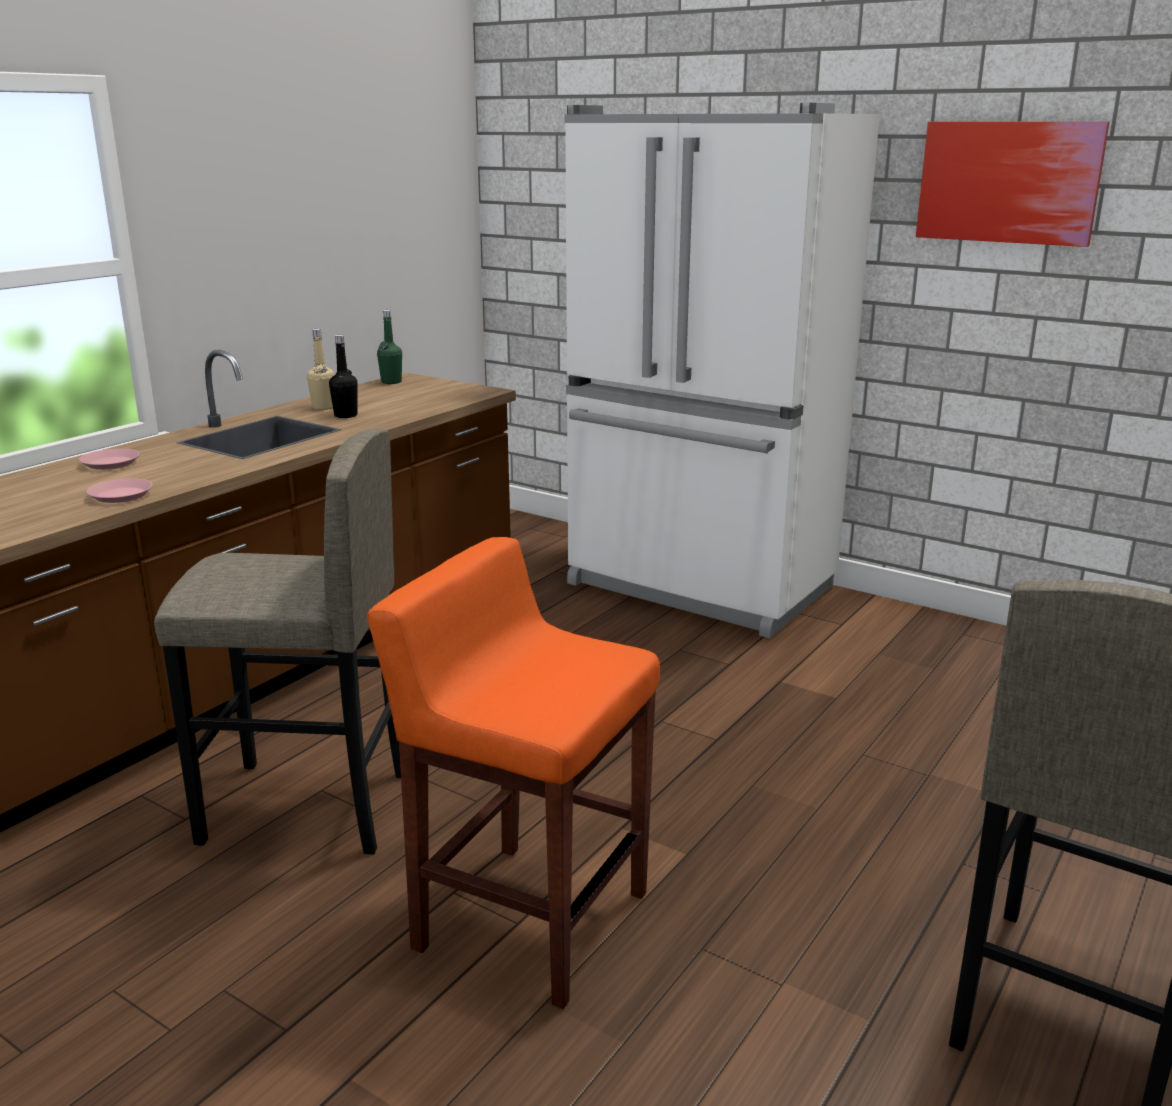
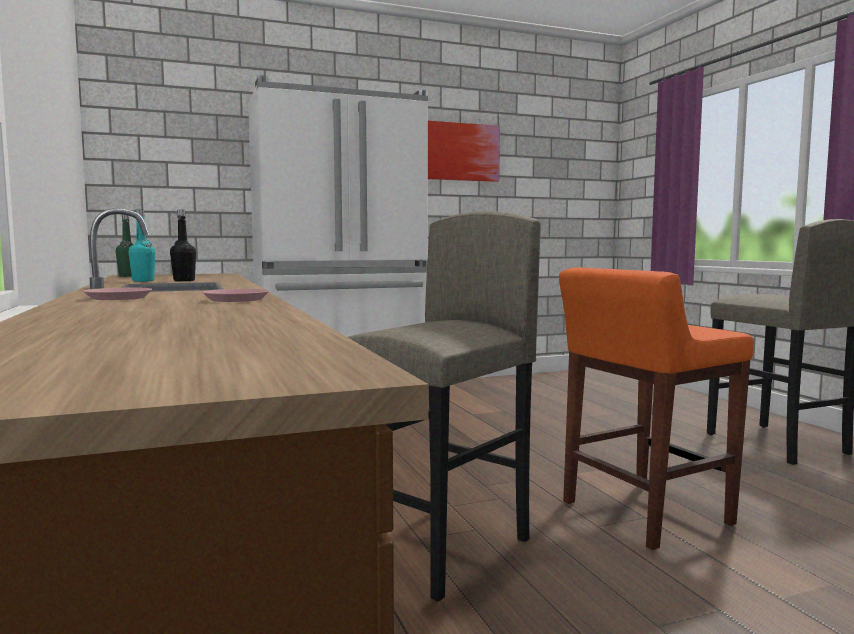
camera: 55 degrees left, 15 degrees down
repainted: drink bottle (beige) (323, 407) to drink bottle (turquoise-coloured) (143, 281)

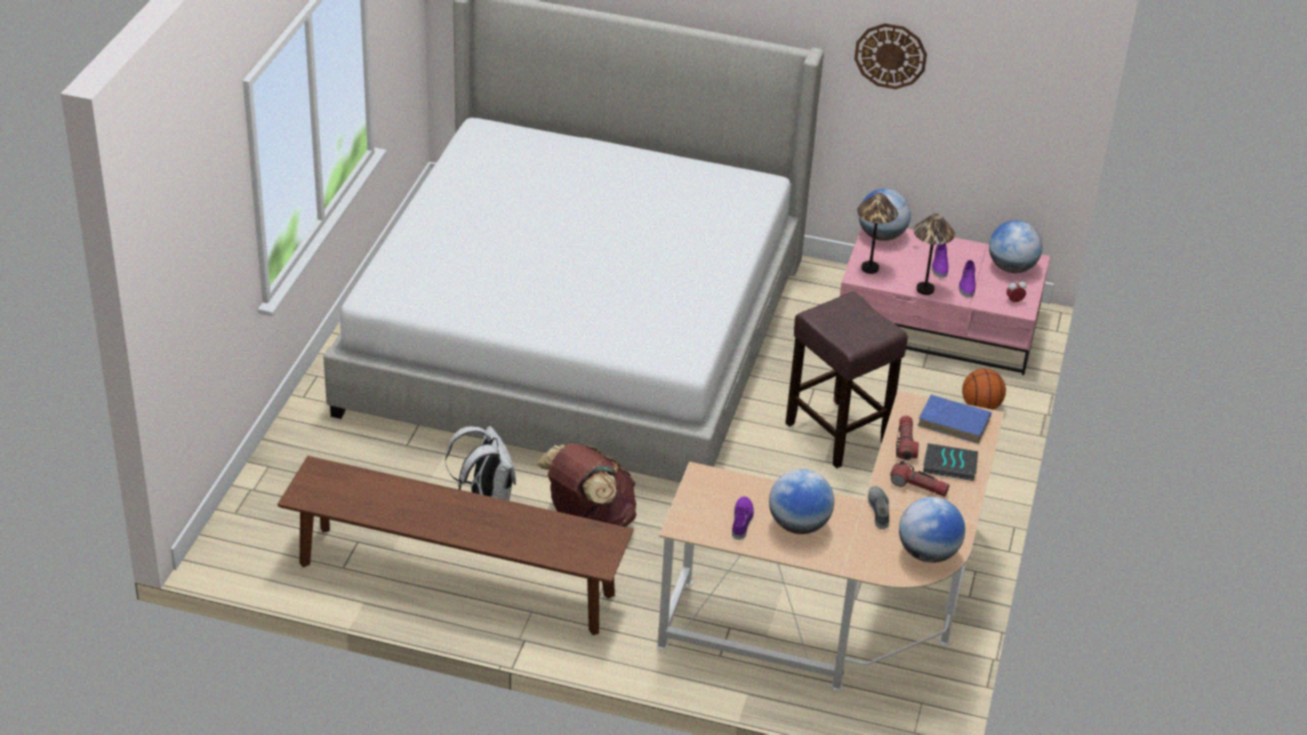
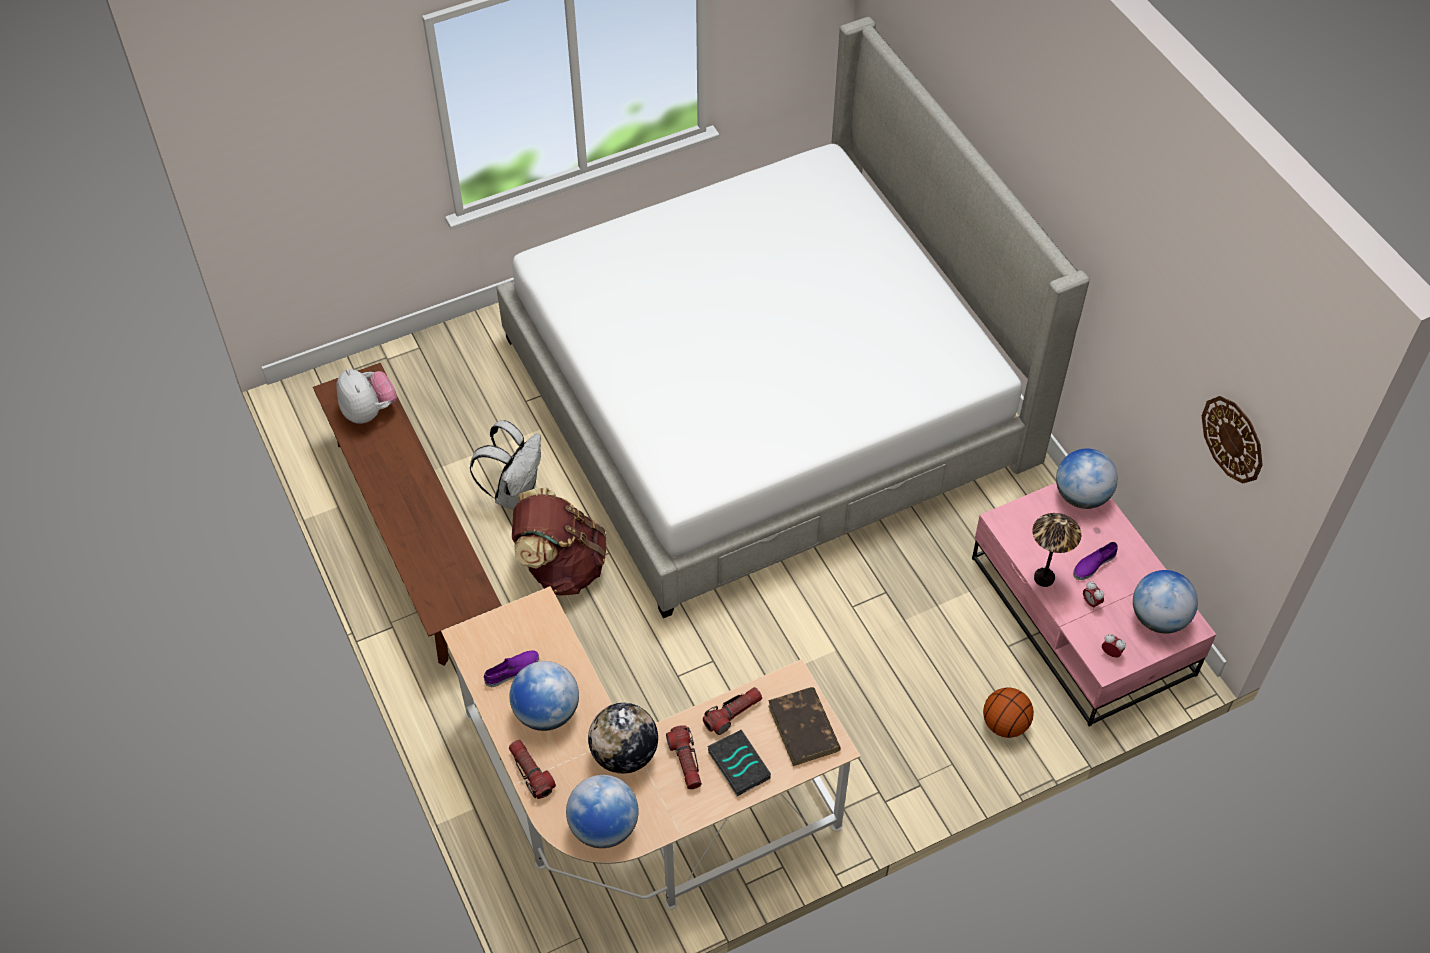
camera: 50 degrees right, 15 degrees up
gone: sitting stool (brown) (838, 434); table lamp (869, 268)
new: plush toy (369, 411); torch (531, 773)
shifted: wall clock (890, 55) to (1233, 439)
swapped: low shoe (grey) (879, 510) to globe (624, 754); low shoe (purple-coloured) (967, 284) to bedside clock (1091, 602)
repainted: book (blue-coloured) (954, 422) to book (brown) (804, 729)

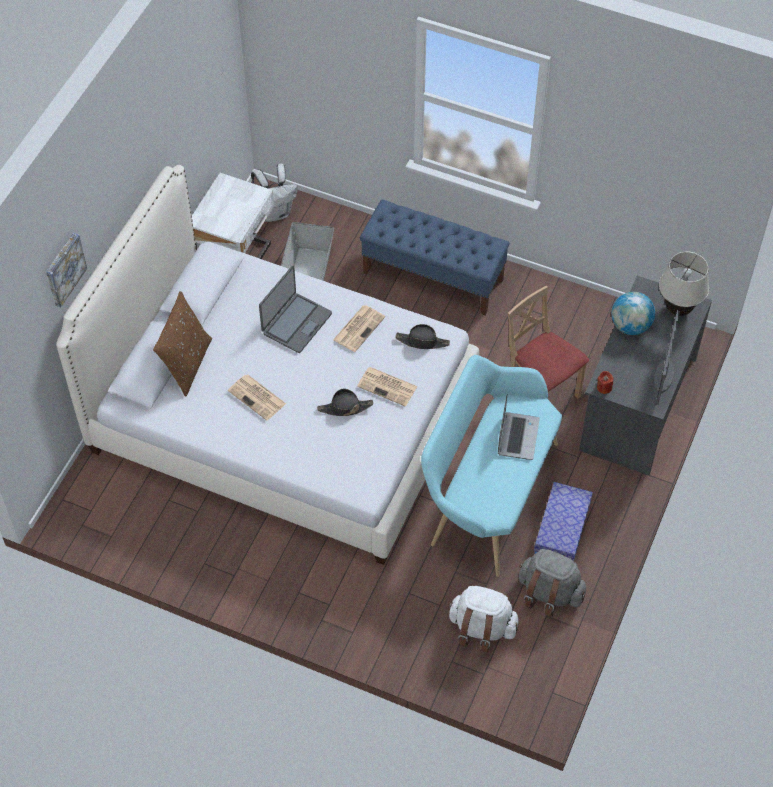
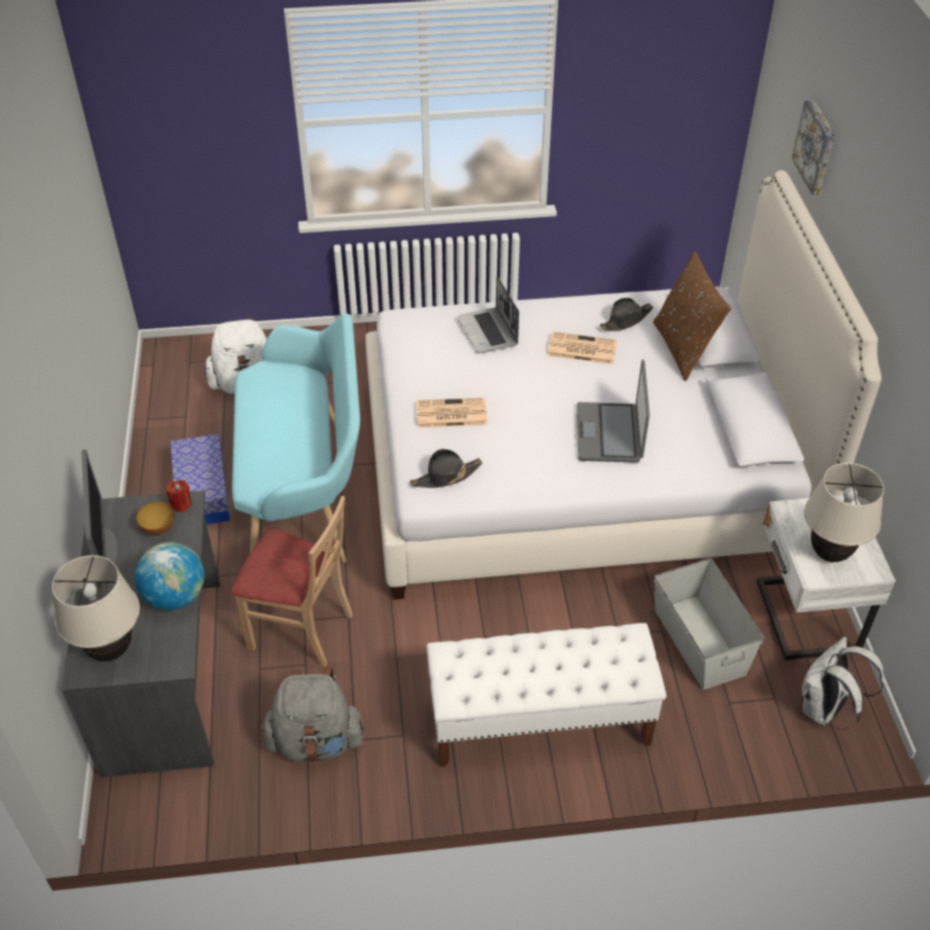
camera: 150 degrees right, 10 degrees down
gone: daily paper (359, 328)
new: bowl (159, 529); table lamp (beige) (829, 553)
shifted: wearable hat (black-coloured) (345, 408) to (626, 320); notebook computer (517, 436) to (488, 332); knapsack (grey) (549, 593) to (316, 741)
repainted: bench (blue-coloured) (433, 276) to bench (white) (539, 722)

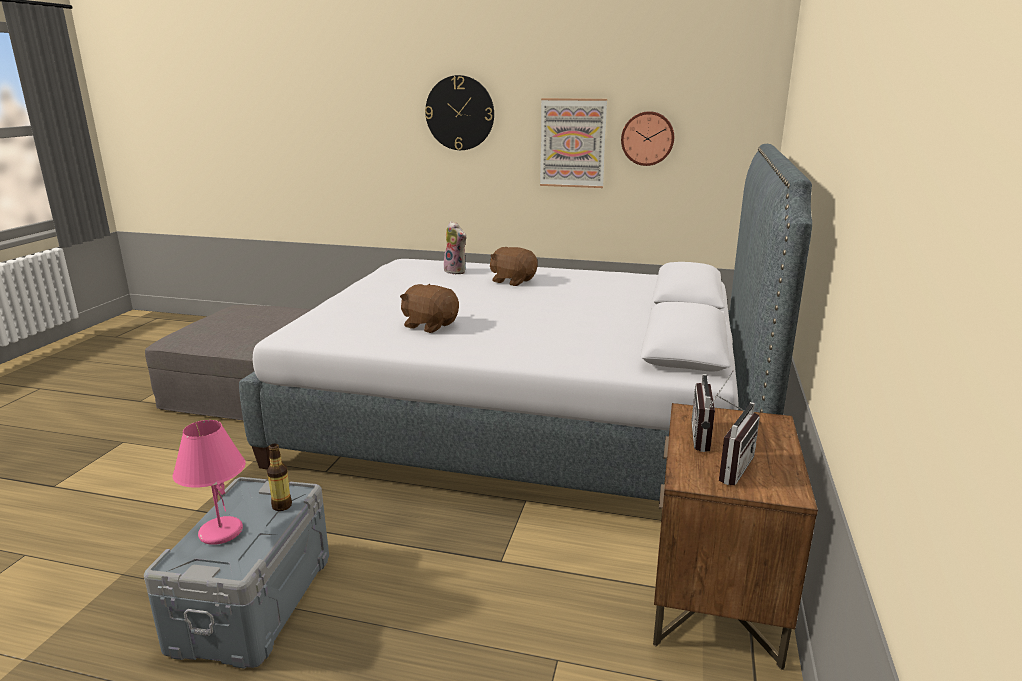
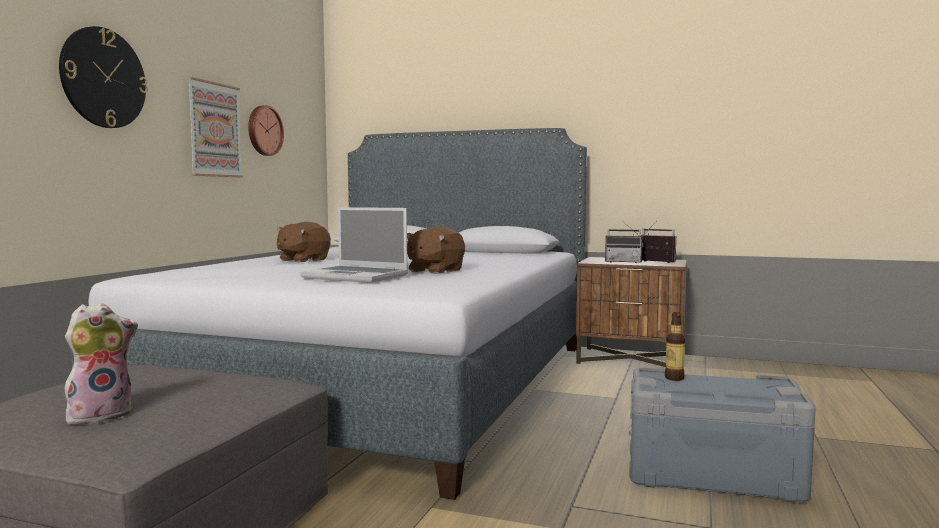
camera: 85 degrees left, 15 degrees down
gone: table lamp (pink-coloured) (220, 532)
new: notebook computer (357, 277)
shifted: plush toy (456, 271) to (101, 415)

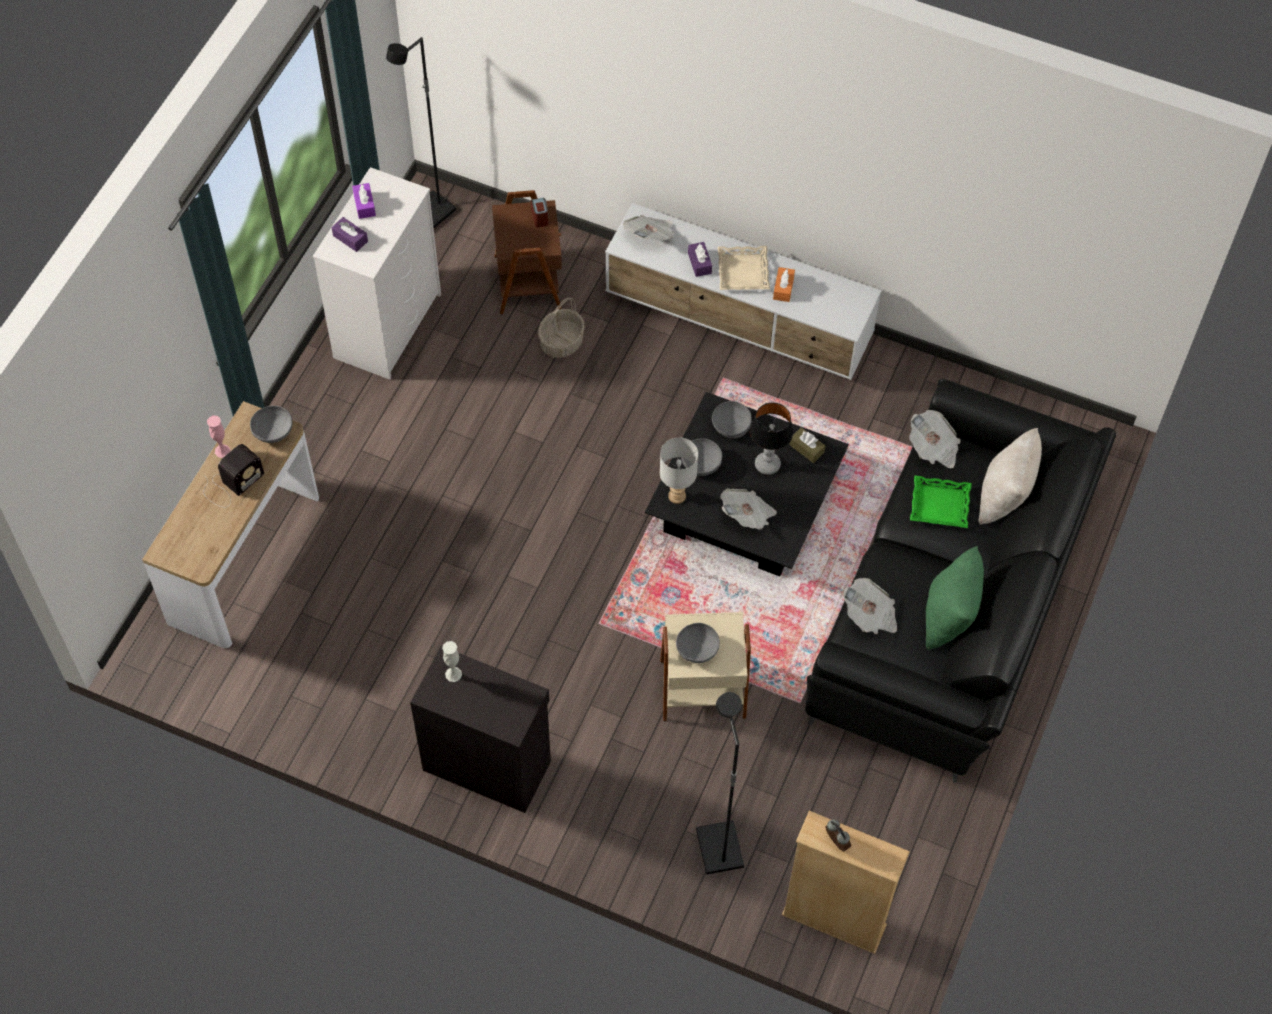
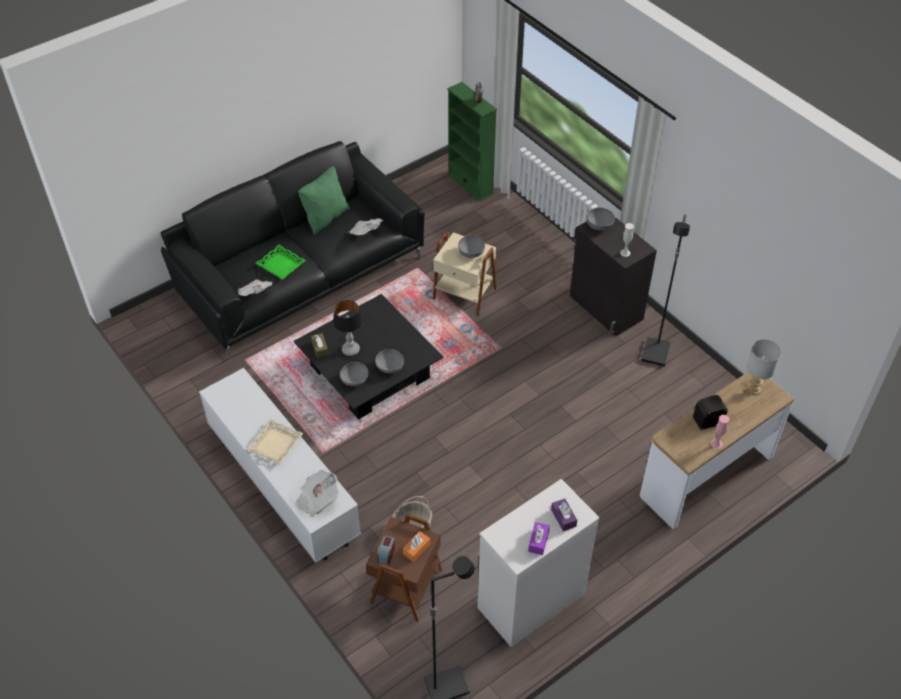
camera: 150 degrees left, 10 degrees down
gone: box of tissues (purple-coloured) (699, 263); daily paper (747, 516); throw pillow (beige) (1004, 496)
shifted: bowl (grey) (273, 432) to (599, 225); table lamp (grey) (677, 497) to (754, 389); floor lamp (black-coloured) (718, 848) to (656, 353); box of tissues (orange-coloured) (783, 288) to (416, 549)
repainted: bookshelf (beige) (833, 920) to bookshelf (greenish) (470, 184)

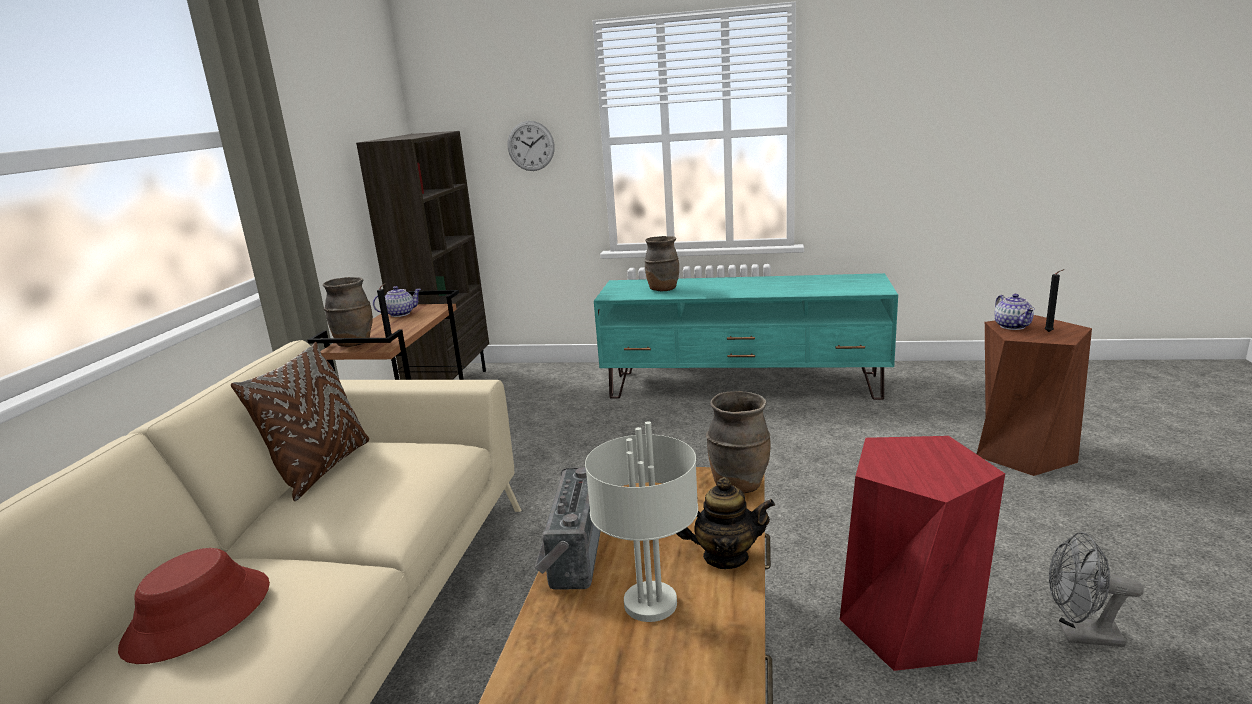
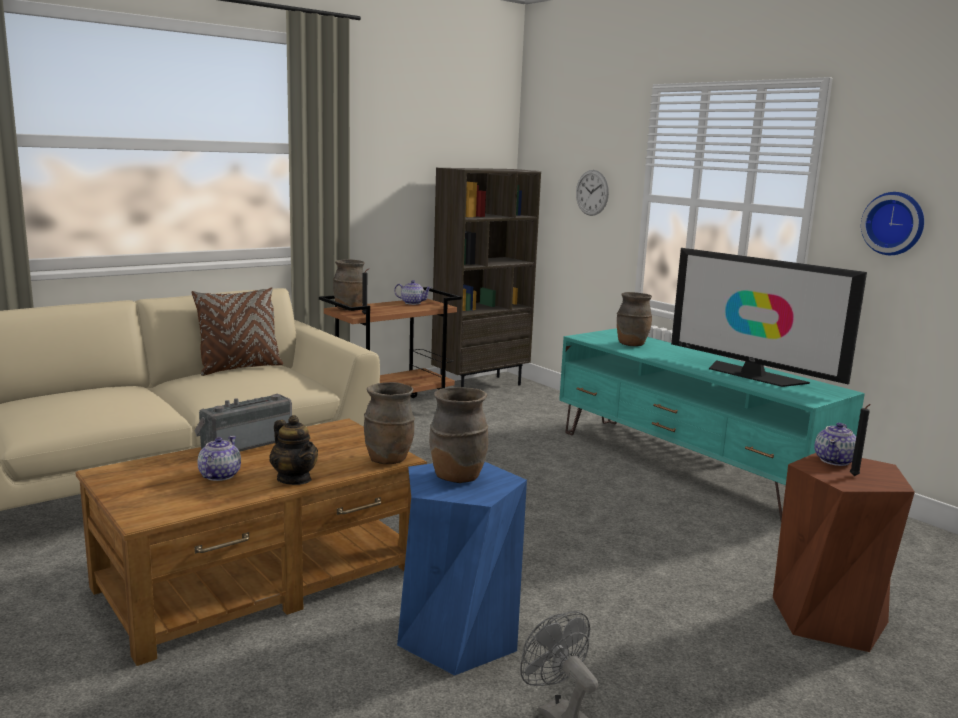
camera: 40 degrees right, 5 degrees down
gone: wearable hat (reddish) (198, 616)
new: flower vase (brown) (456, 477); TV set (753, 375); wall clock (894, 223)
swapped: table lamp (grey) (650, 605) to teapot (219, 475)
repainted: sitting stool (reddish) (909, 626) to sitting stool (blue-coloured) (457, 637)

